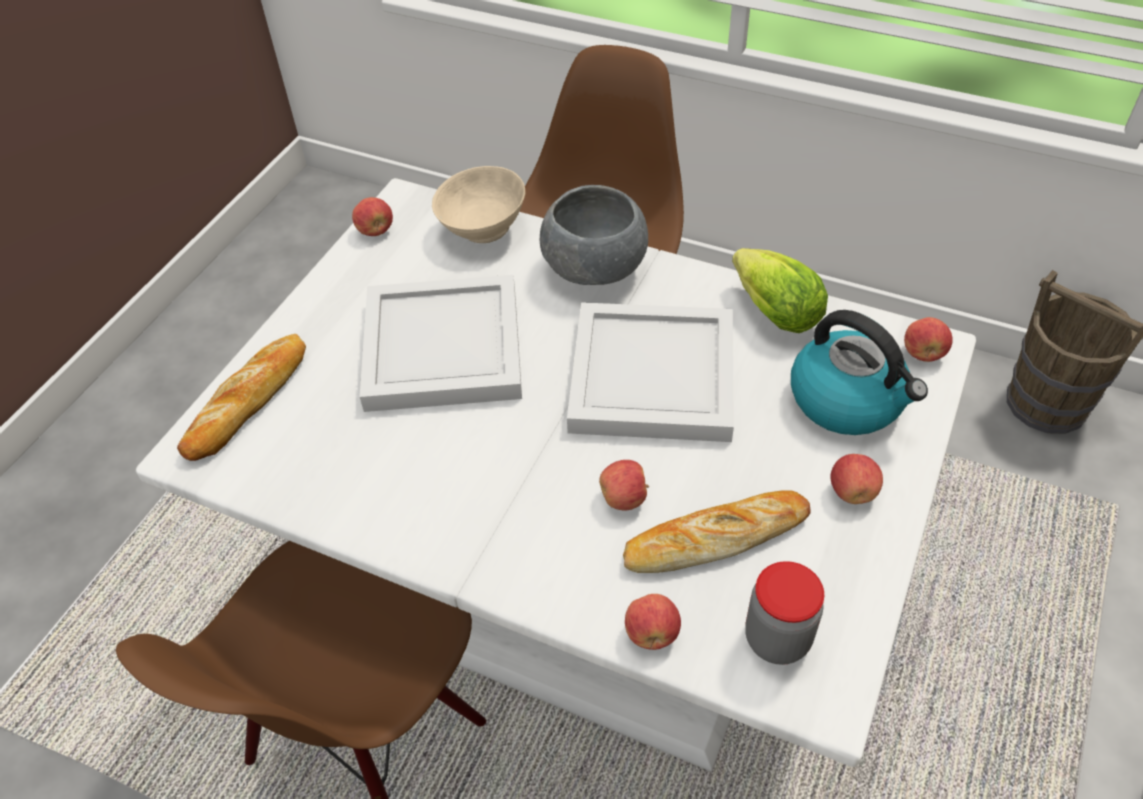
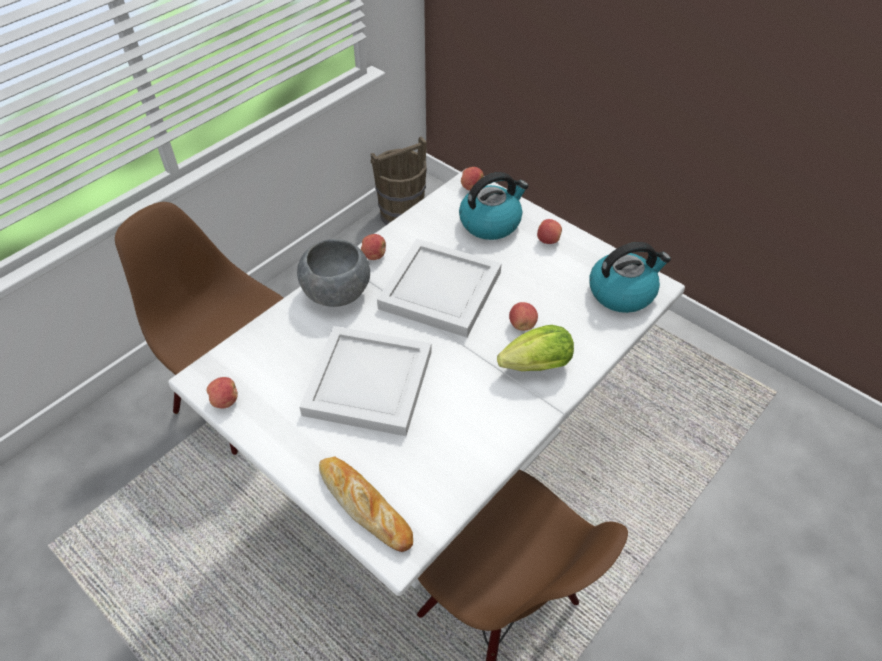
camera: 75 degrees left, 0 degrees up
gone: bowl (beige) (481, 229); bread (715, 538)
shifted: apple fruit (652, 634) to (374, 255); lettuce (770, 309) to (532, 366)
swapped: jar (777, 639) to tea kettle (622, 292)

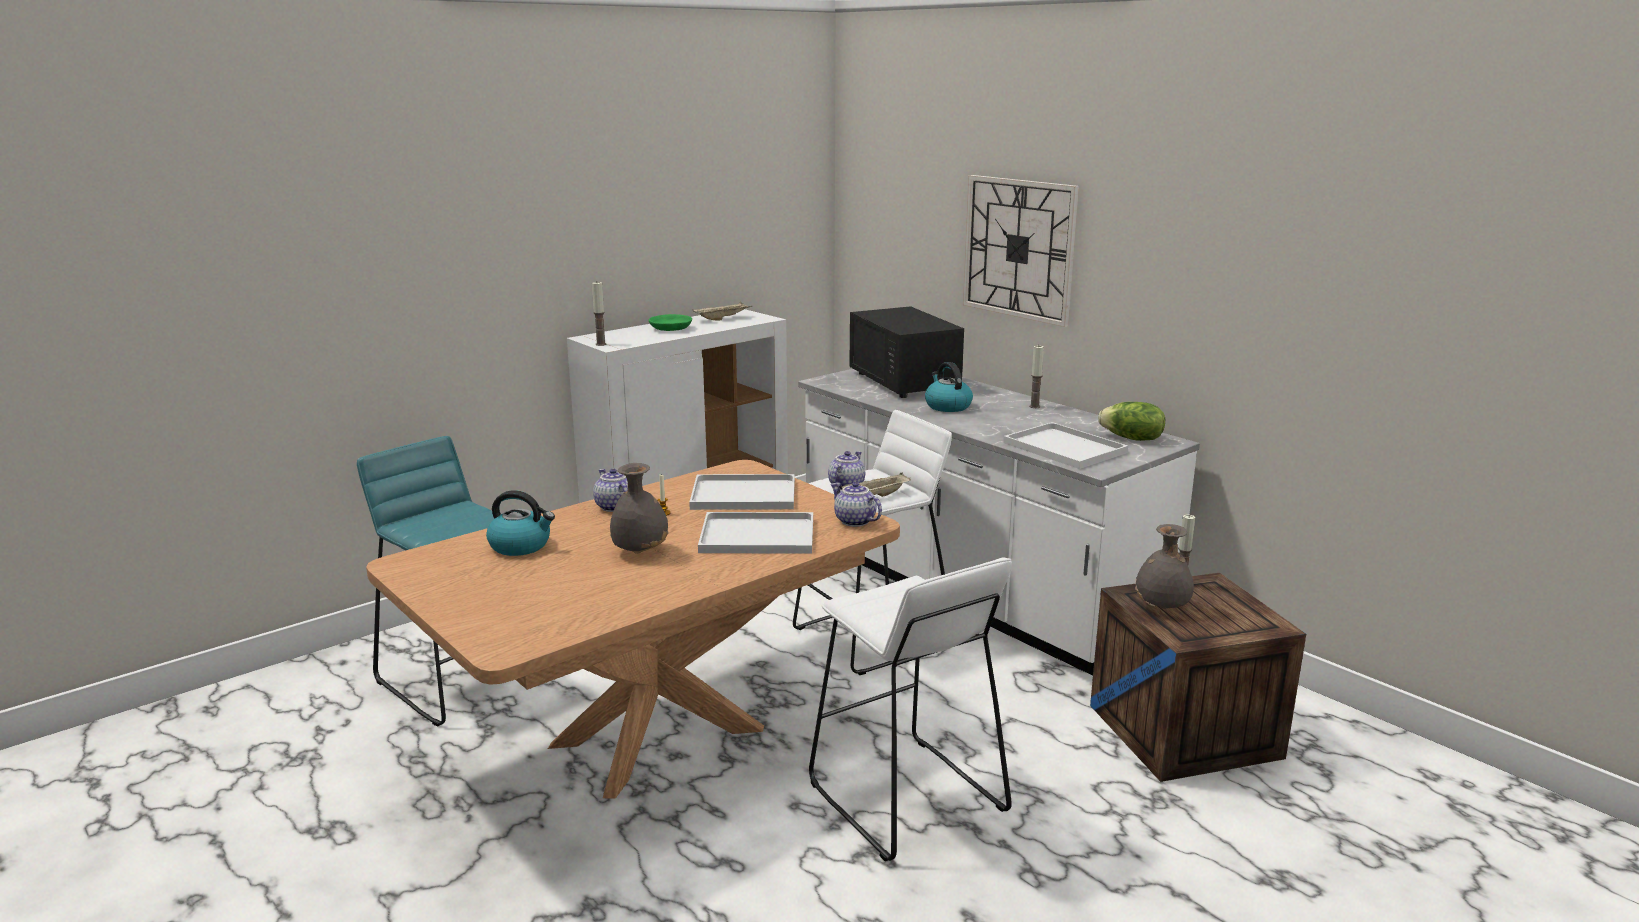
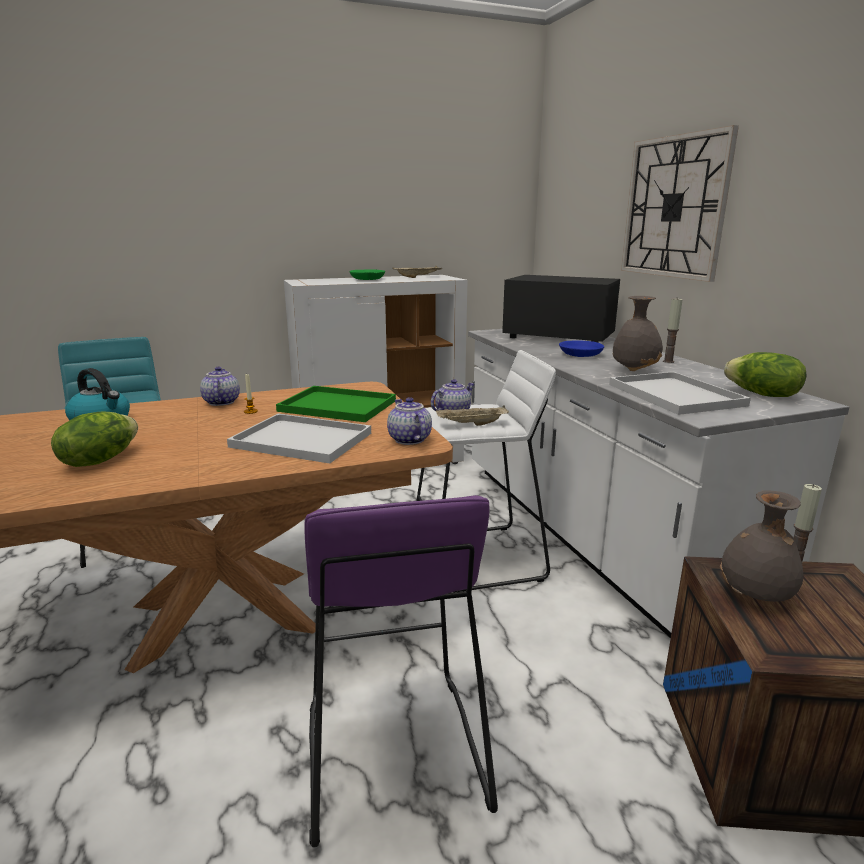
camera: 20 degrees right, 0 degrees up
gone: candle (601, 344)
new: lettuce (99, 460)
shifted: flower vase (grey) (640, 551) to (634, 370)
swapped: tea kettle (947, 406) to bowl (blue-coloured) (579, 354)
repainted: tray (white) (746, 494) to tray (greenish) (340, 406); sitting stool (white) (905, 798) to sitting stool (purple-coloured) (392, 755)
rotated: kitchen microwave (black-coloured) (904, 382) = (558, 337) 120 degrees clockwise

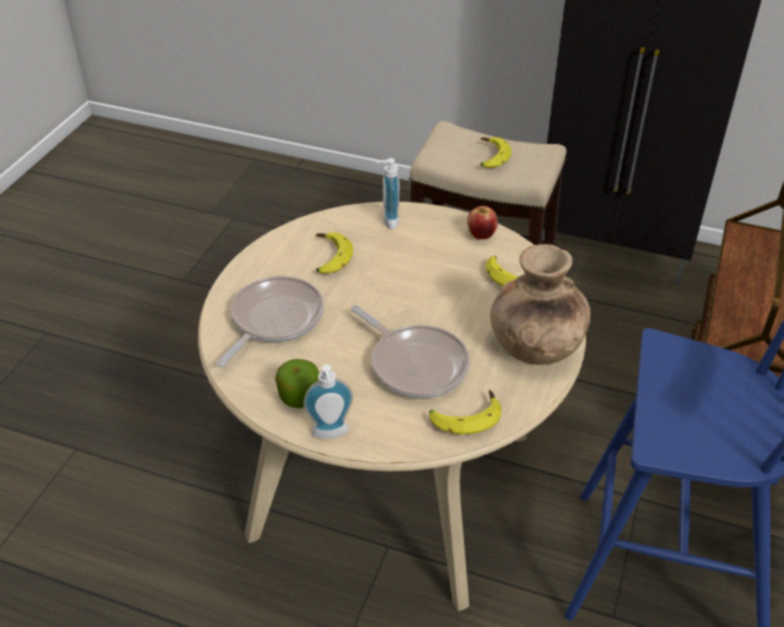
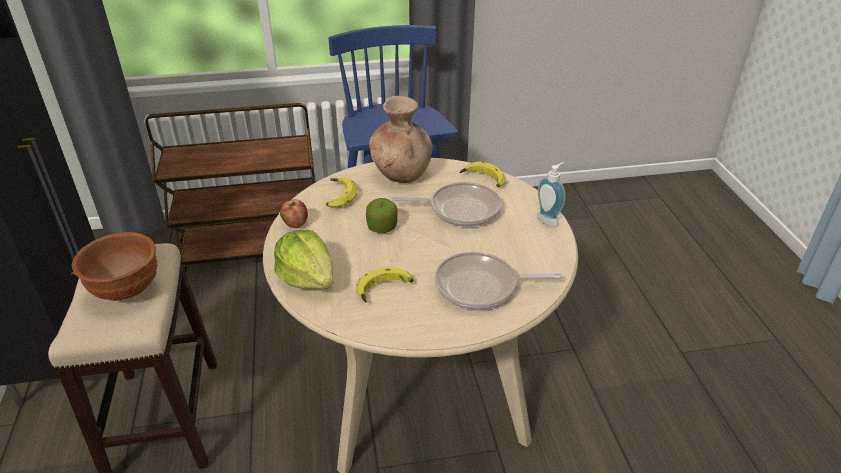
camera: 120 degrees left, 5 degrees down
shifted: apple fruit (299, 396) to (382, 227)
swapped: soap bottle (387, 221) to lettuce (308, 277); banana fruit (489, 157) to bowl (brown) (126, 289)
rotated: pan (415, 364) = (460, 209) 75 degrees clockwise

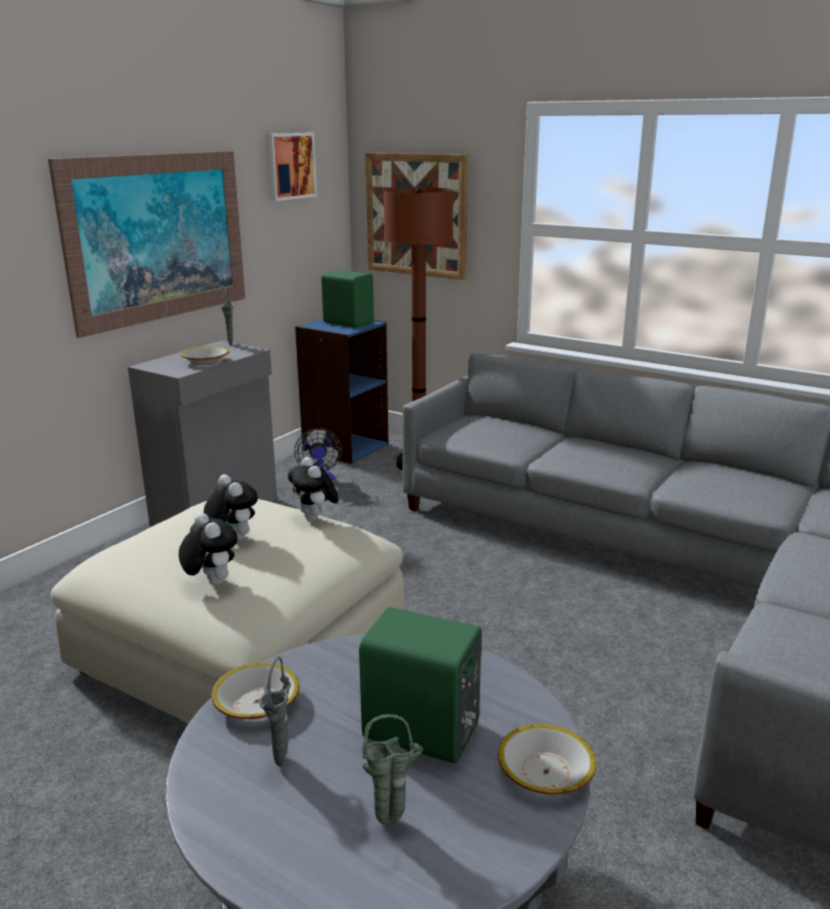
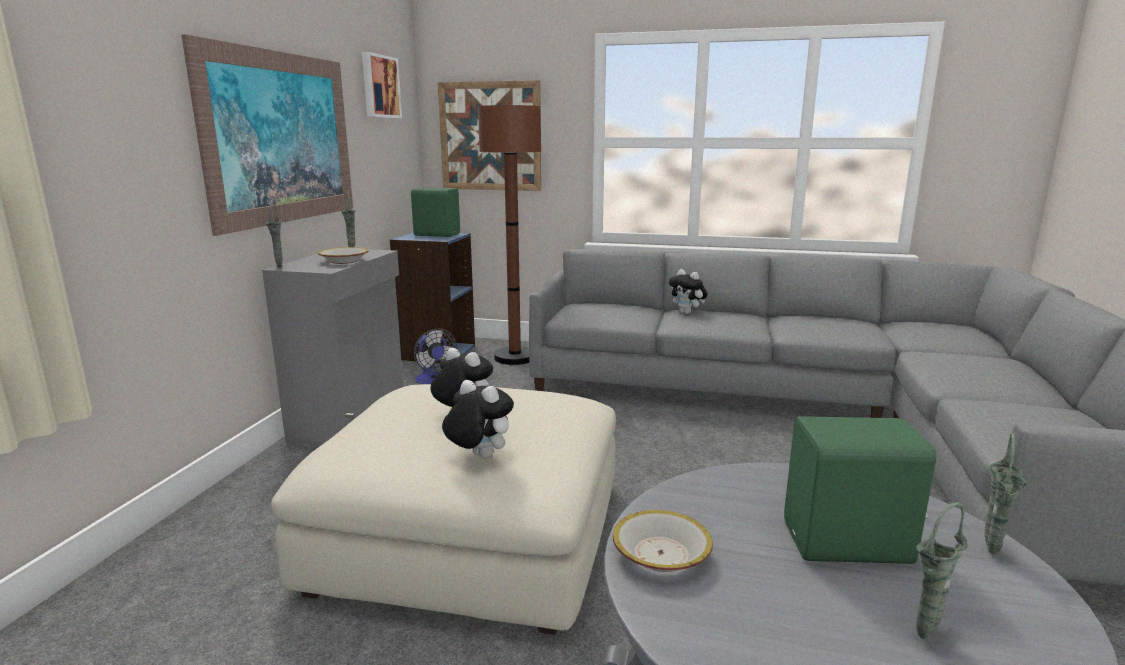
camera: 20 degrees left, 5 degrees down
shifted: flower vase (grey) (282, 759) to (279, 266); plush toy (315, 519) to (687, 313)
swapped: bowl (545, 773) to flower vase (greenish) (991, 553)

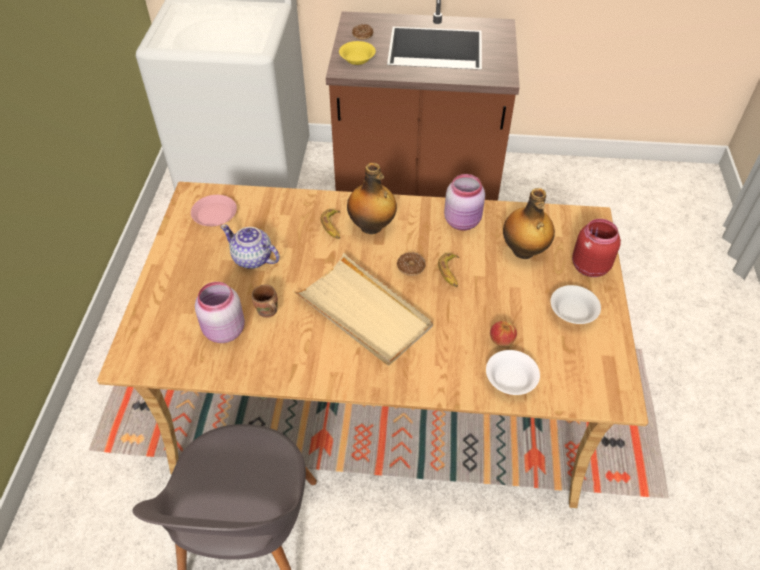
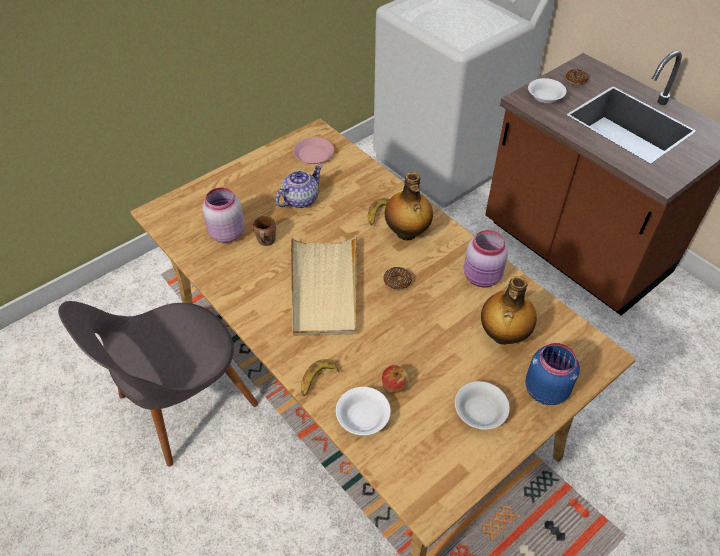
camera: 45 degrees right, 0 degrees up
shifted: banana fruit (450, 273) to (317, 380)
repainted: bowl (yellow-coloured) (358, 60) to bowl (white) (545, 98); jar (reddish) (588, 266) to jar (blue-coloured) (545, 389)
rotated: teapot (253, 259) = (300, 200) 60 degrees clockwise

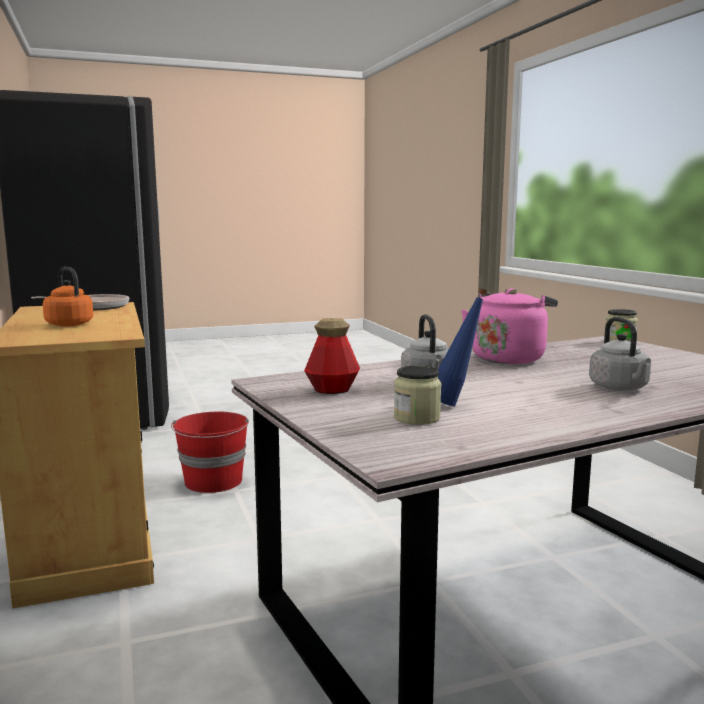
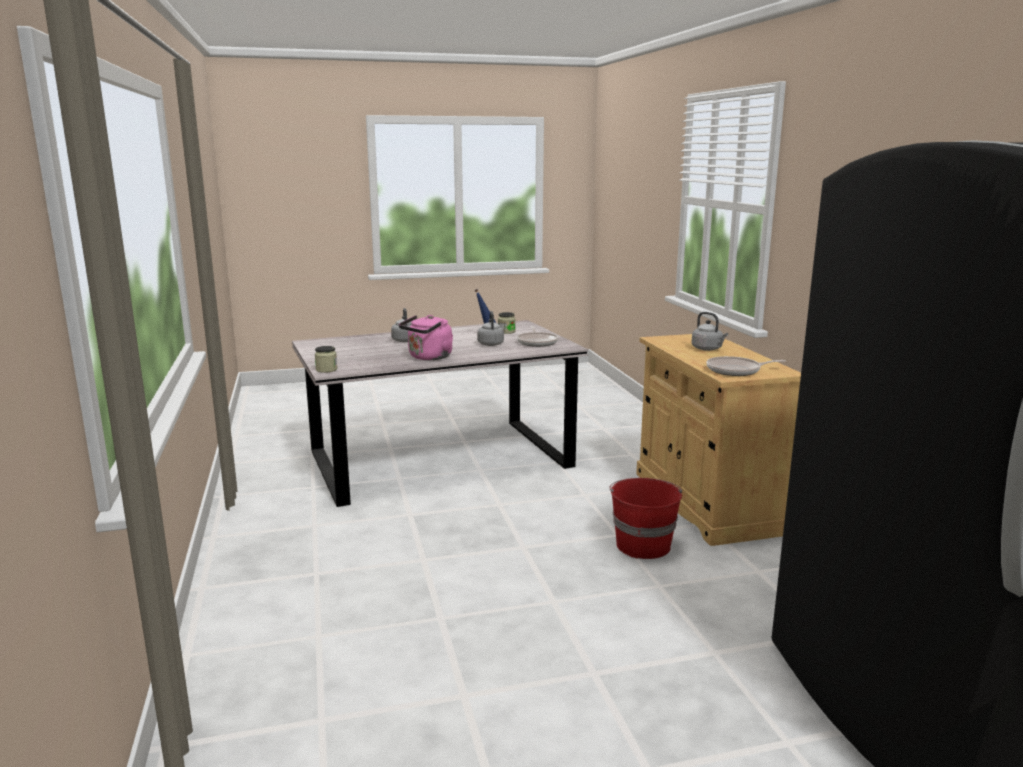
camera: 175 degrees left, 5 degrees up
swapped: drink bottle (332, 390) to pan (537, 342)
repainted: tea kettle (orange-coloured) (68, 324) to tea kettle (grey) (708, 349)

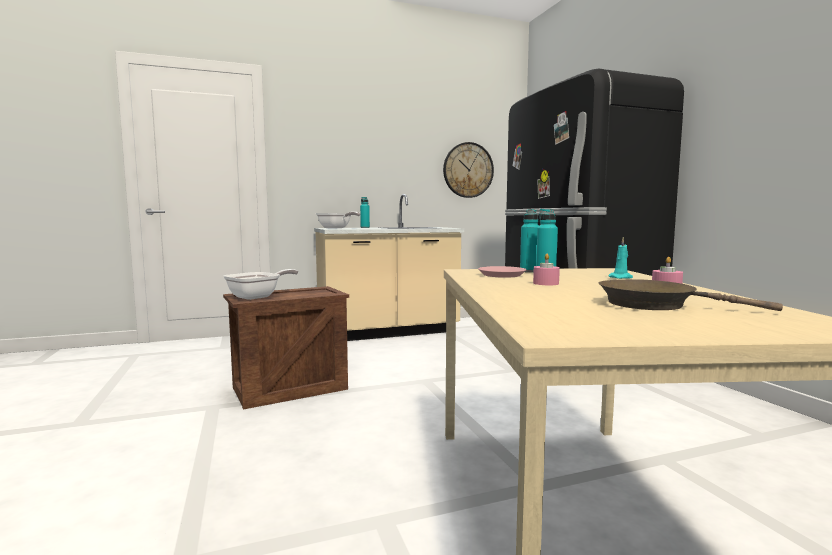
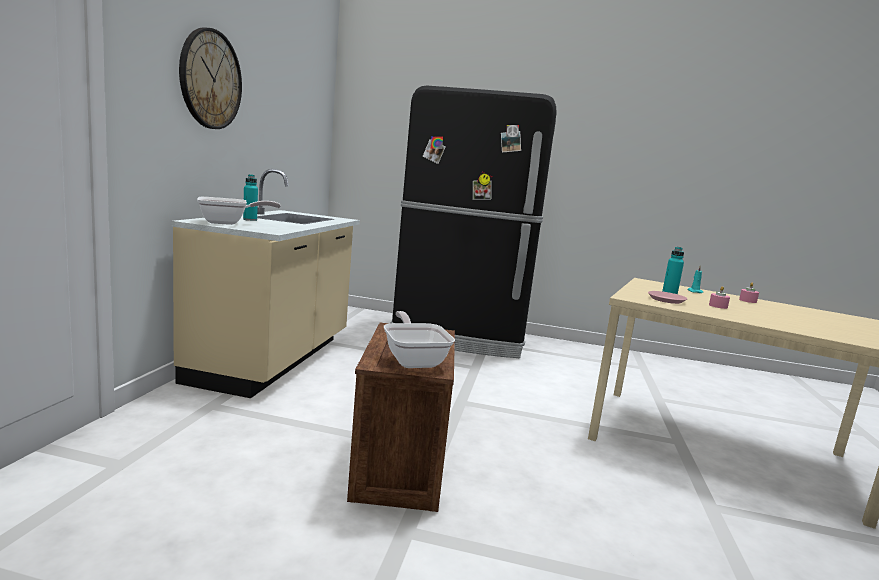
camera: 60 degrees left, 5 degrees up
gone: drink bottle (turquoise-coloured) (529, 271); pan (brown) (654, 304)
shifted: wall clock (468, 170) to (210, 79)

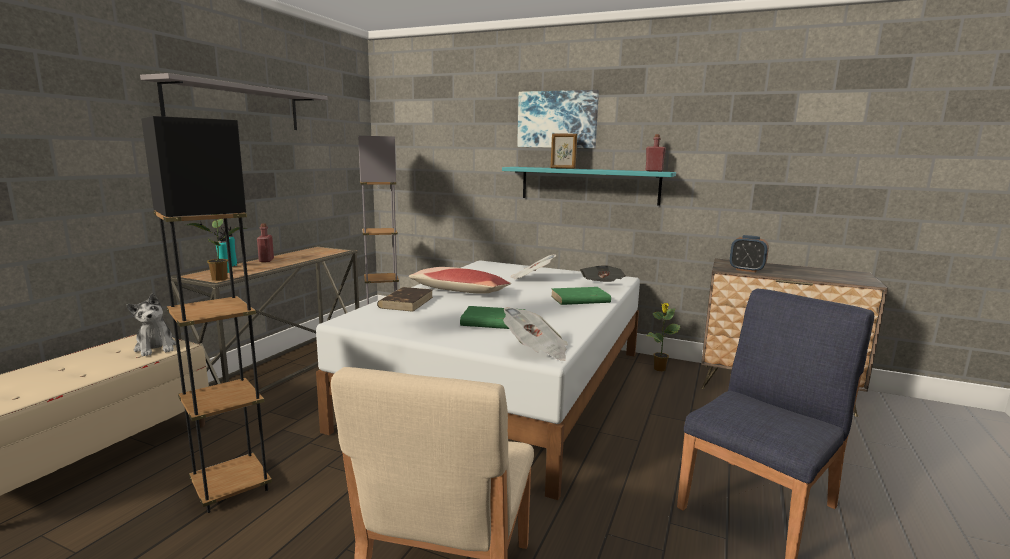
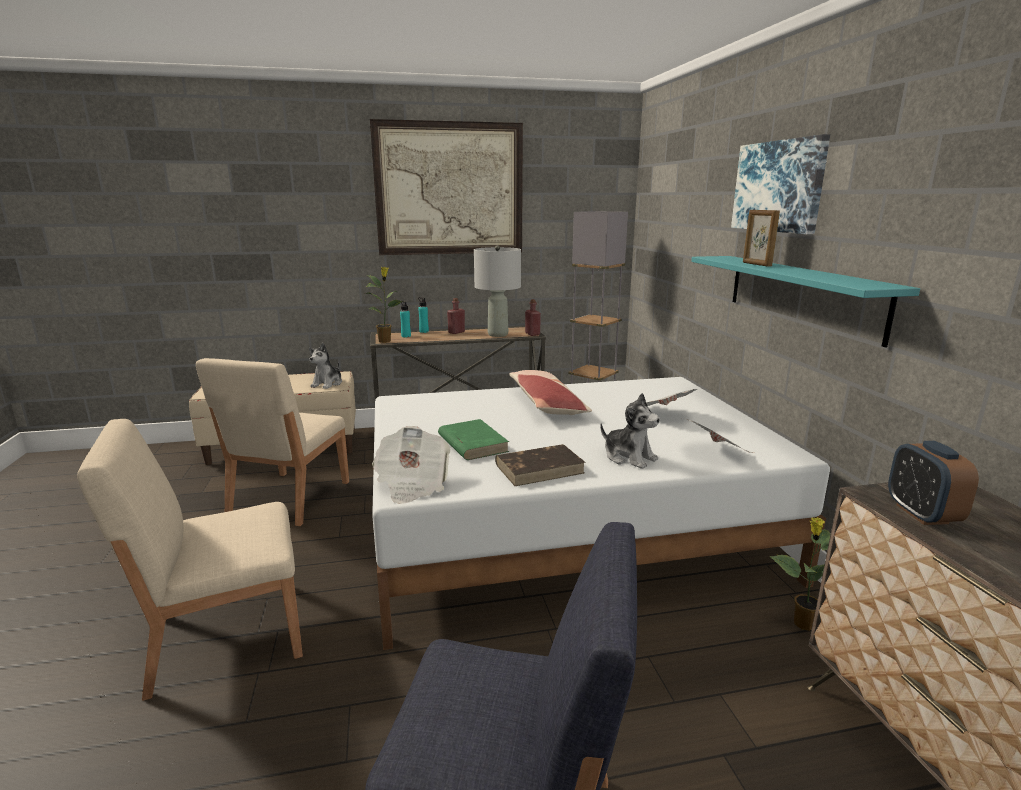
camera: 55 degrees right, 5 degrees up
new: table lamp (grey) (497, 334)
shifted: book (brown) (406, 302) to (540, 468); drink bottle (reddish) (654, 171) to (532, 334)
swapped: bracket shelf (grey) (236, 107) to wall art (450, 189); floor lamp (black-coloured) (231, 487) to upright chair (beige) (288, 498); book (greenish) (579, 299) to plush toy (629, 457)

